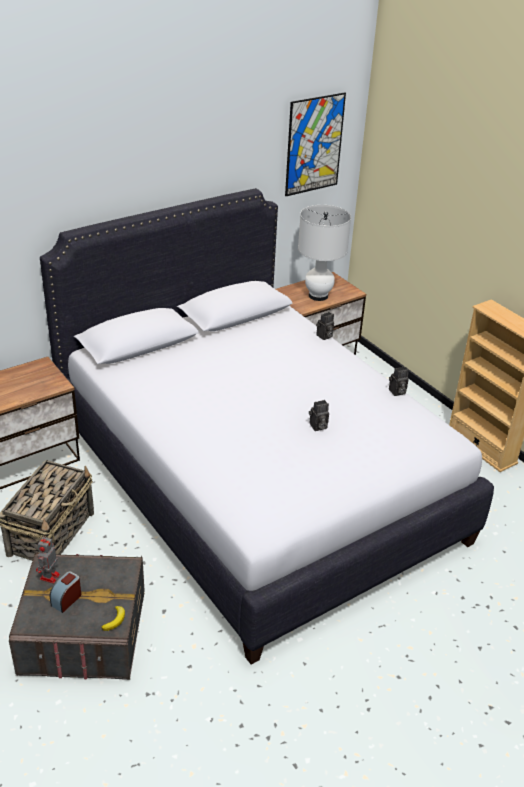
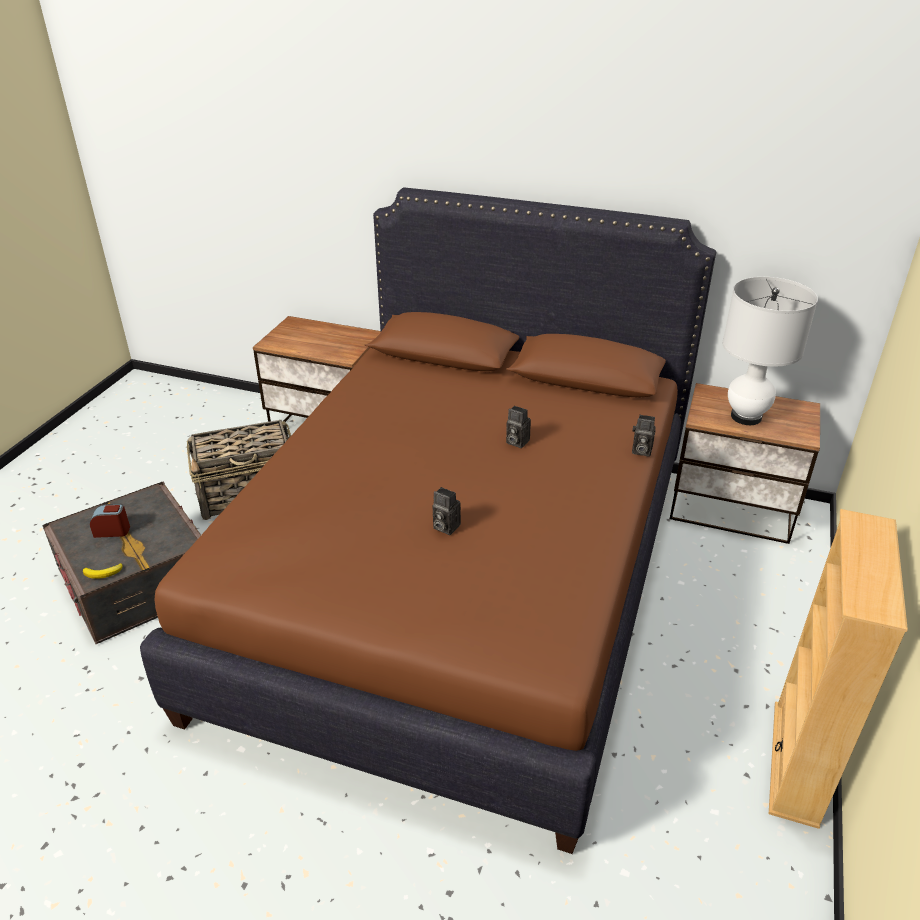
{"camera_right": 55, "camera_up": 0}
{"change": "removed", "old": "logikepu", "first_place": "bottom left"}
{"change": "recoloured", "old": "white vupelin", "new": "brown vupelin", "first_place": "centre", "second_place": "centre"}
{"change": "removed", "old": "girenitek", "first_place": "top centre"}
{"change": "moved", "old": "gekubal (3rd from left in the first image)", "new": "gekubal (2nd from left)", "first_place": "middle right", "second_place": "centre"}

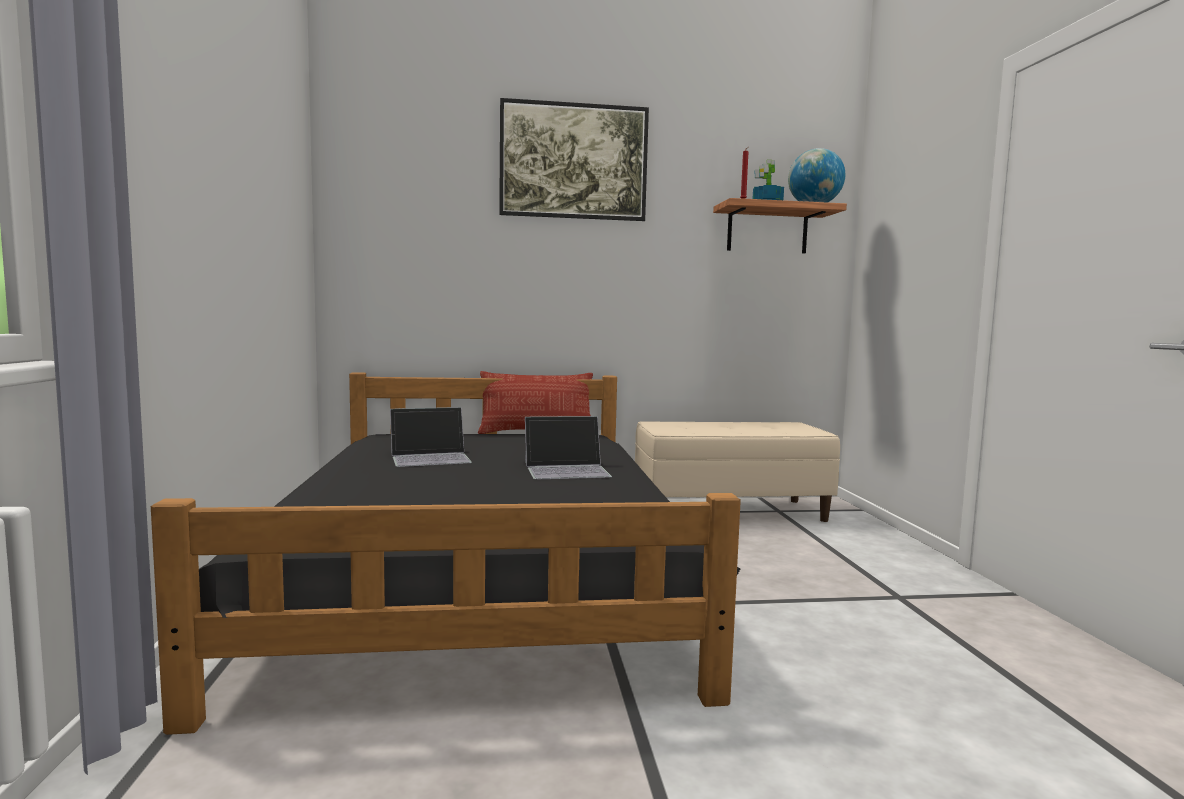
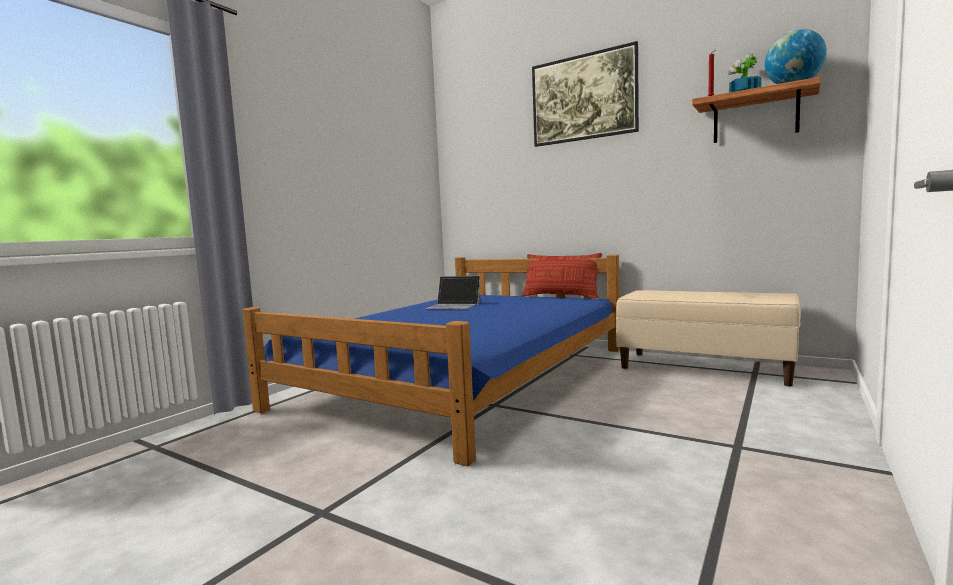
{"camera_right": 40, "camera_up": 0}
{"change": "recoloured", "old": "black vupelin", "new": "blue vupelin", "first_place": "bottom centre", "second_place": "centre"}
{"change": "removed", "old": "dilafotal (2nd from left)", "first_place": "centre"}

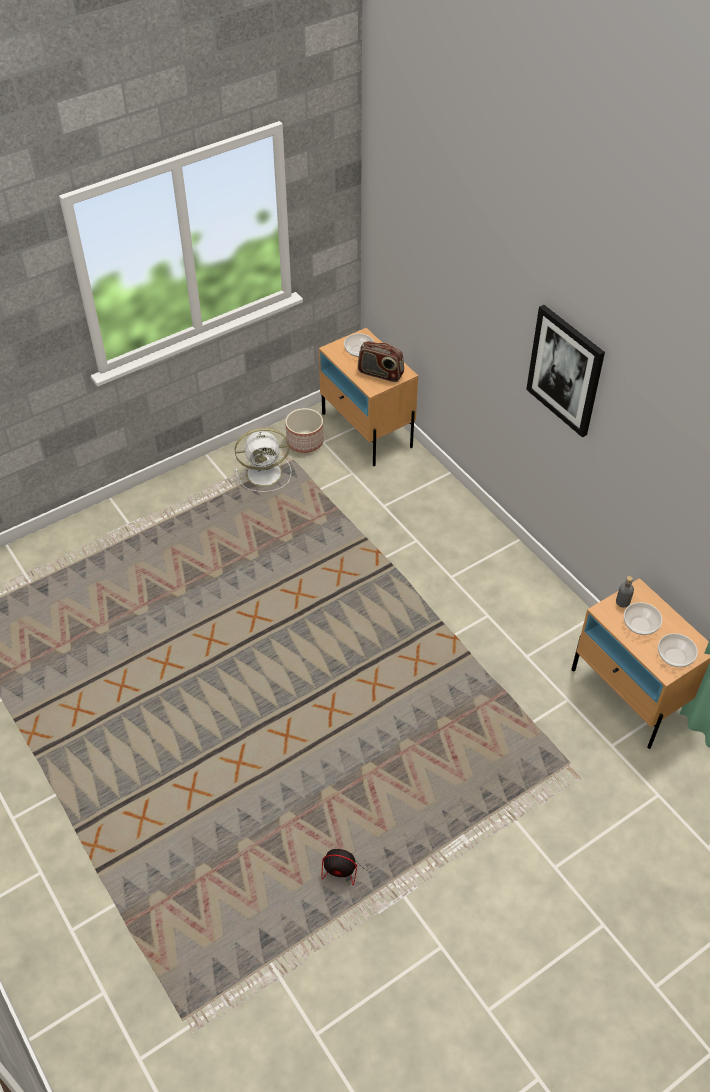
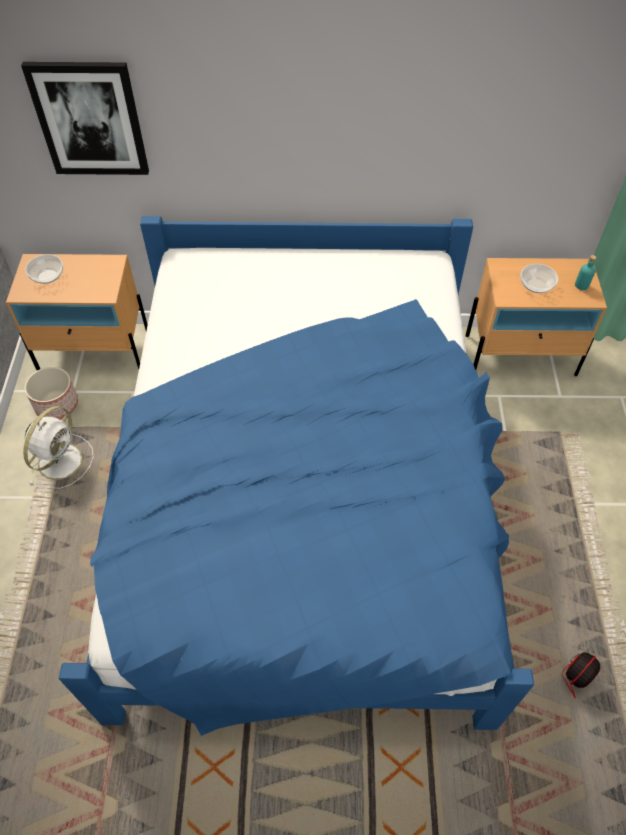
{"camera_right": -55, "camera_up": 5}
{"change": "removed", "old": "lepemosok", "first_place": "top centre"}
{"change": "moved", "old": "girenitek", "first_place": "middle right", "second_place": "top left"}
{"change": "removed", "old": "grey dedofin", "first_place": "middle right"}
{"change": "replaced", "old": "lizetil (3rd from left)", "new": "turquoise dedofin", "first_place": "middle right", "second_place": "top right"}
{"change": "added", "new": "blue vupelin", "second_place": "centre"}

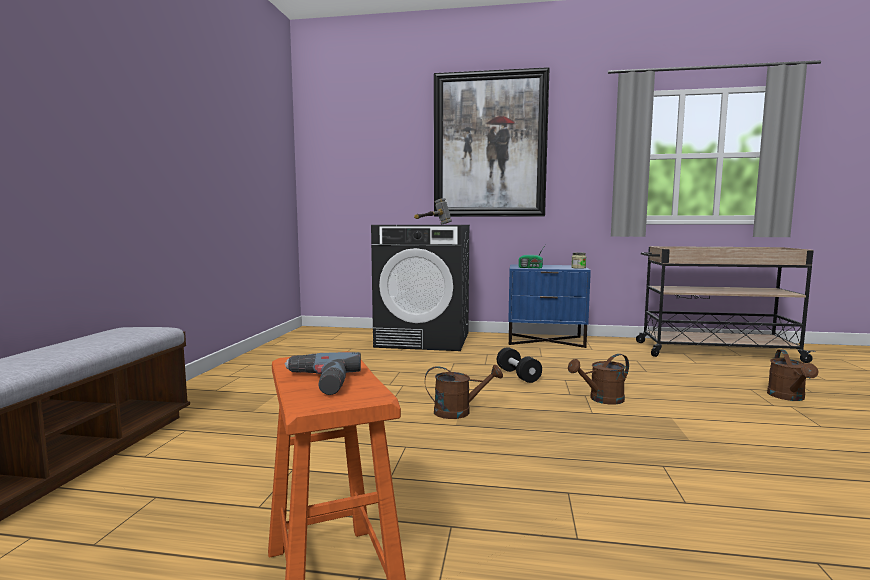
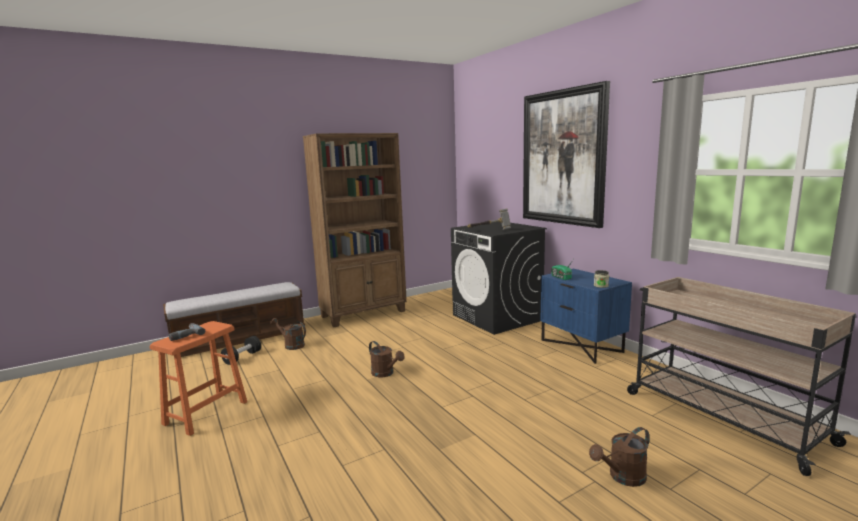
{"camera_right": 50, "camera_up": 5}
{"change": "moved", "old": "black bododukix", "first_place": "centre", "second_place": "bottom left"}
{"change": "moved", "old": "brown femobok (2nd from left in the first image)", "new": "brown femobok (1st from left)", "first_place": "middle right", "second_place": "centre"}
{"change": "added", "new": "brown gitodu", "second_place": "centre"}

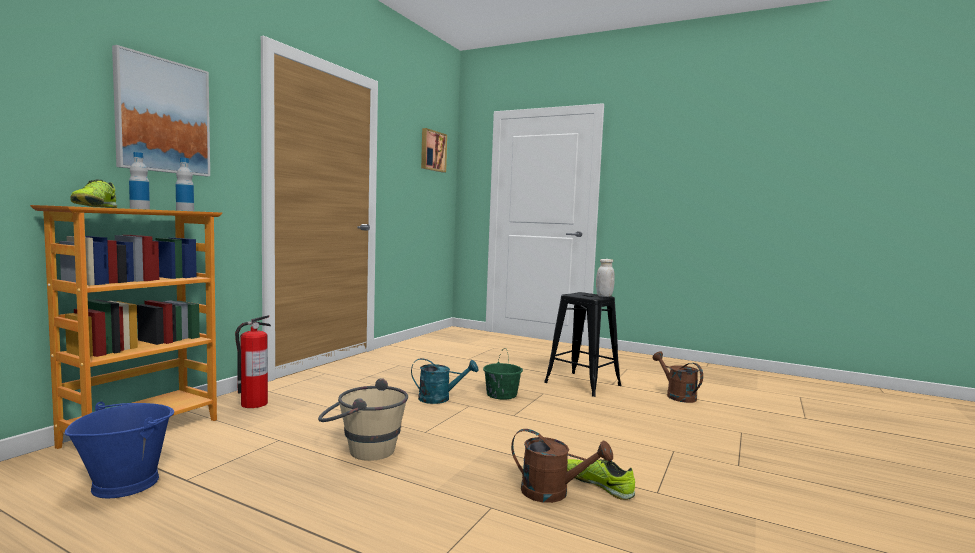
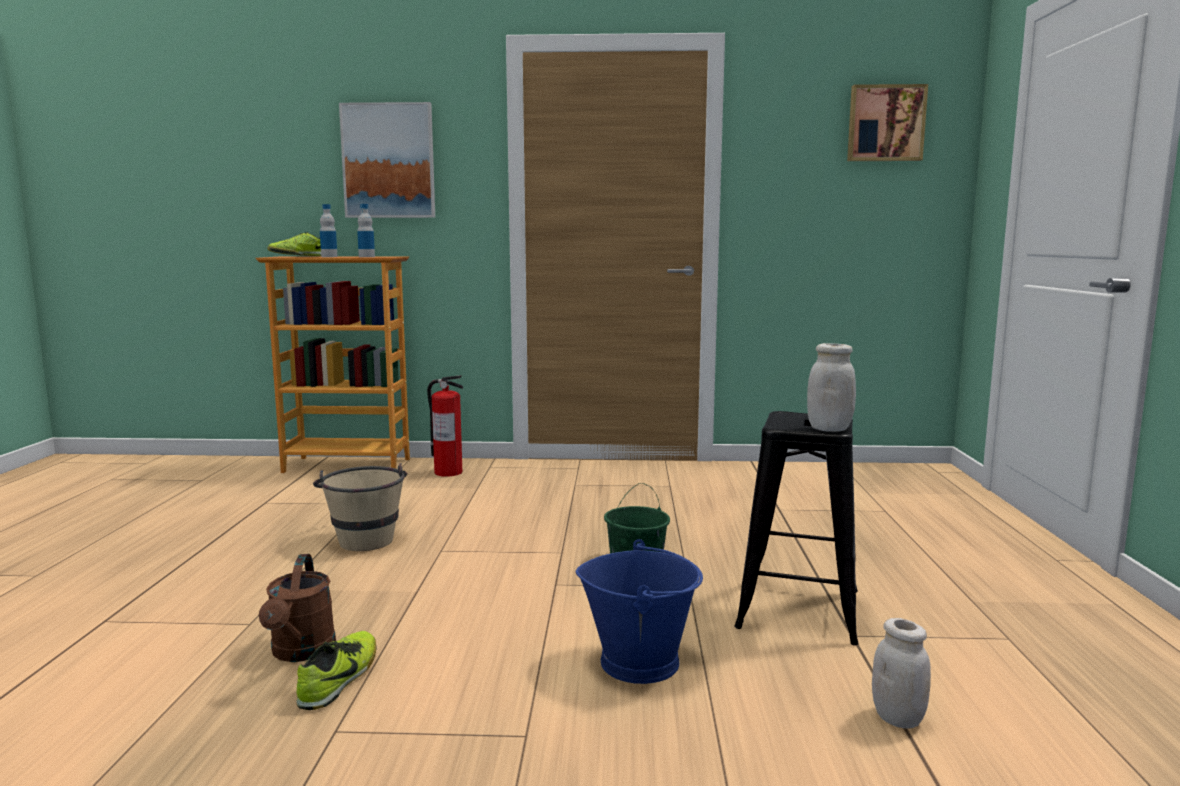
{"camera_right": 65, "camera_up": 5}
{"change": "moved", "old": "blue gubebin", "first_place": "bottom left", "second_place": "bottom centre"}
{"change": "removed", "old": "turquoise femobok", "first_place": "bottom centre"}
{"change": "replaced", "old": "brown femobok (2nd from left)", "new": "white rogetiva (2nd from left)", "first_place": "bottom right", "second_place": "bottom right"}

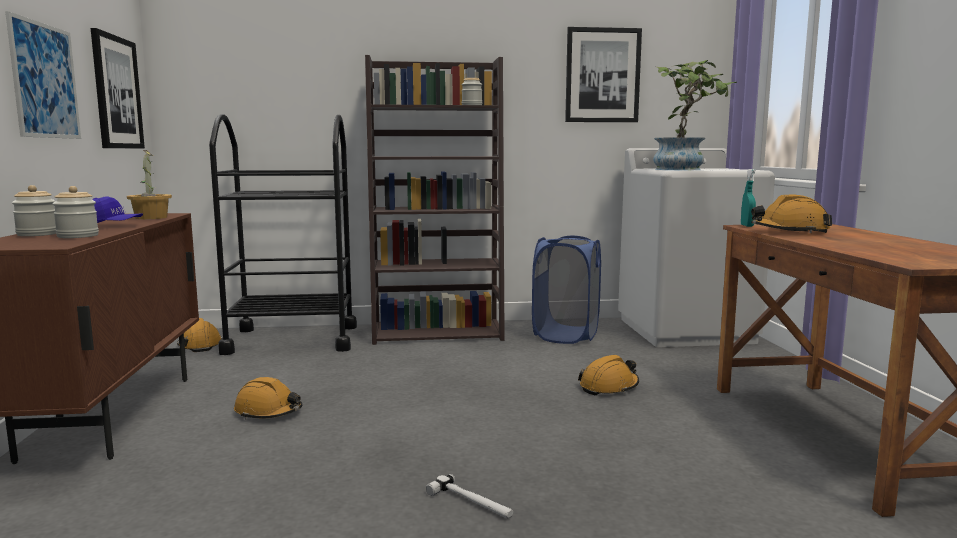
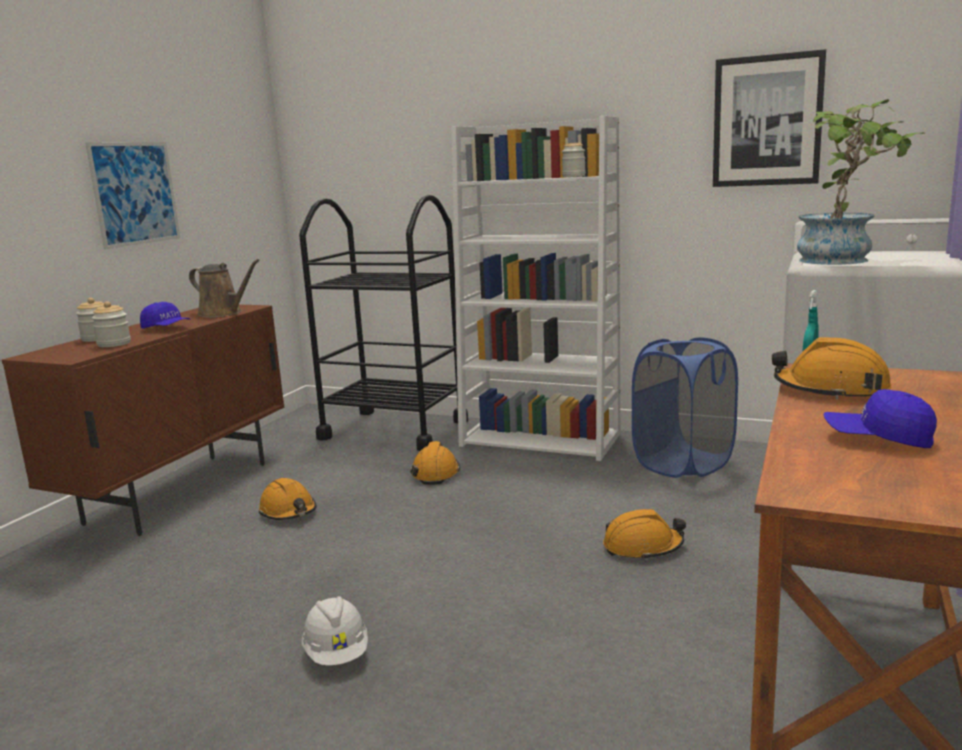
{"camera_right": 30, "camera_up": 5}
{"change": "removed", "old": "girenitek (2nd from left)", "first_place": "top left"}
{"change": "replaced", "old": "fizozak (1st from left)", "new": "brown femobok", "first_place": "middle left", "second_place": "middle left"}
{"change": "moved", "old": "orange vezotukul (1st from left in the first image)", "new": "orange vezotukul (2nd from left)", "first_place": "middle left", "second_place": "centre"}
{"change": "recoloured", "old": "brown gitodu", "new": "white gitodu", "first_place": "centre", "second_place": "centre"}
{"change": "replaced", "old": "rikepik", "new": "white vezotukul", "first_place": "bottom centre", "second_place": "bottom centre"}
{"change": "added", "new": "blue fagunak (2nd from left)", "second_place": "middle right"}

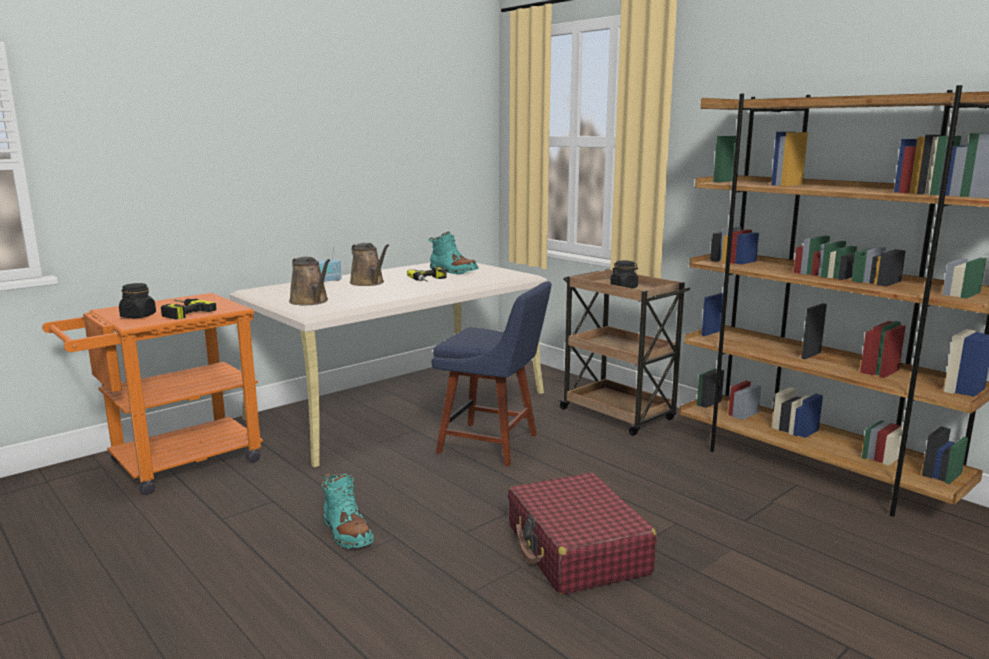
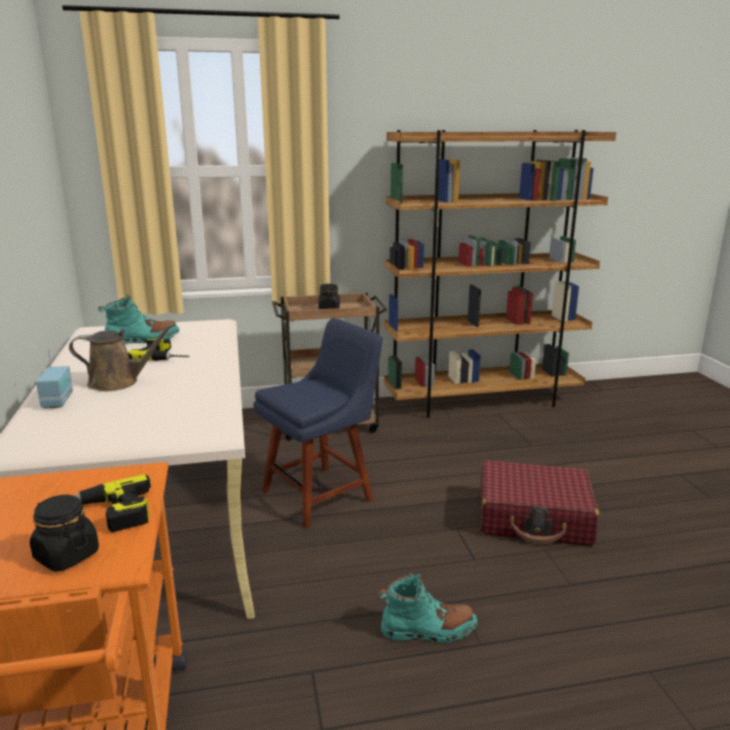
{"camera_right": -60, "camera_up": 5}
{"change": "removed", "old": "brown femobok (1st from left)", "first_place": "middle left"}

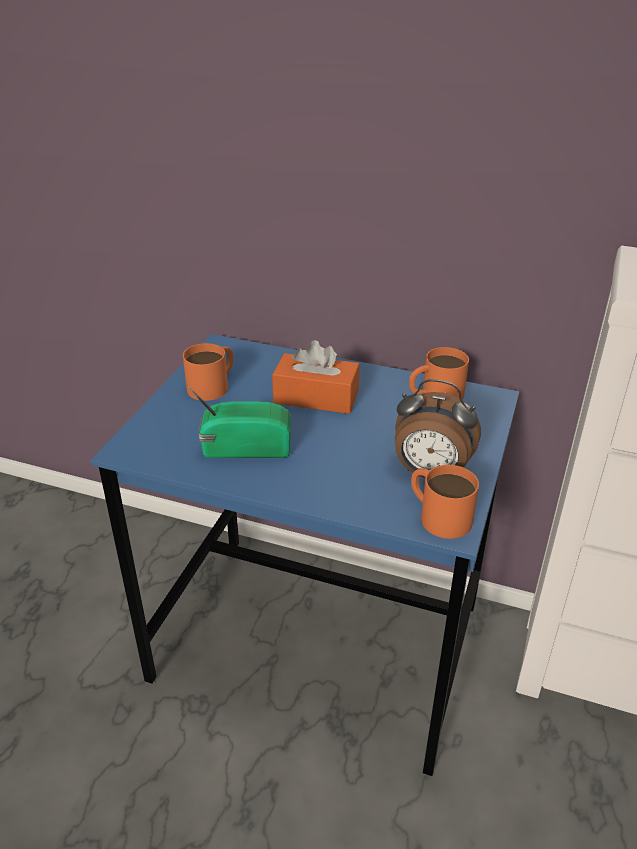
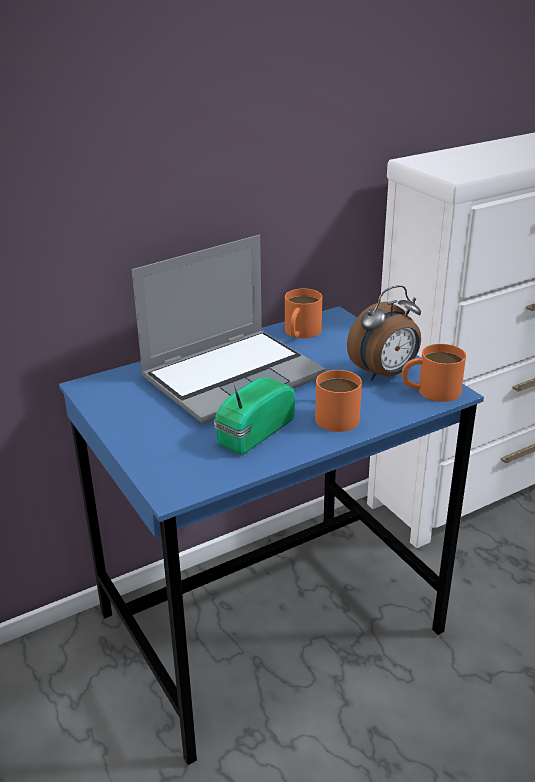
{"camera_right": -50, "camera_up": -5}
{"change": "moved", "old": "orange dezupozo (1st from left in the first image)", "new": "orange dezupozo (2nd from left)", "first_place": "middle left", "second_place": "centre"}
{"change": "replaced", "old": "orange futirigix", "new": "dilafotal", "first_place": "centre", "second_place": "centre"}

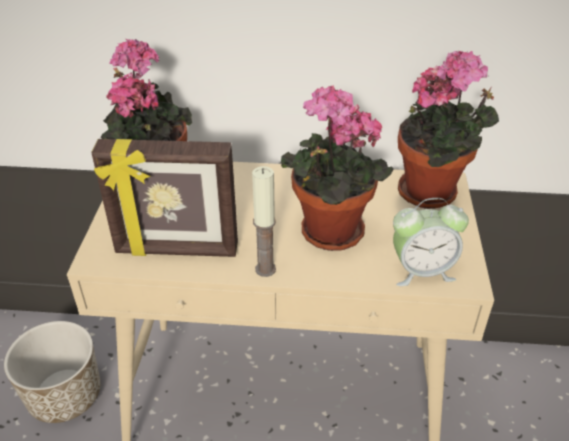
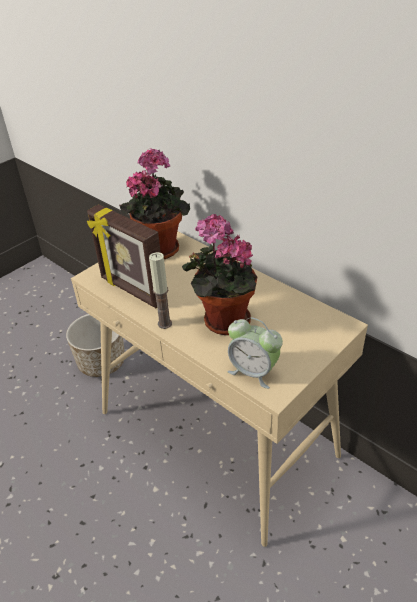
{"camera_right": 40, "camera_up": 0}
{"change": "removed", "old": "fizozak (3rd from left)", "first_place": "top right"}

